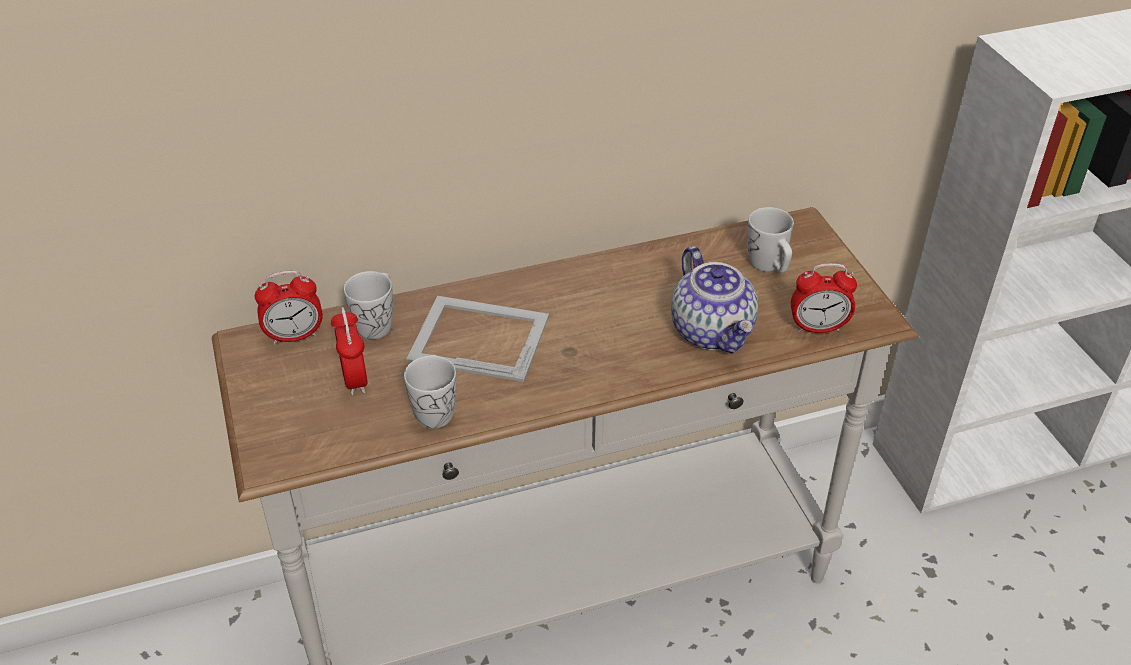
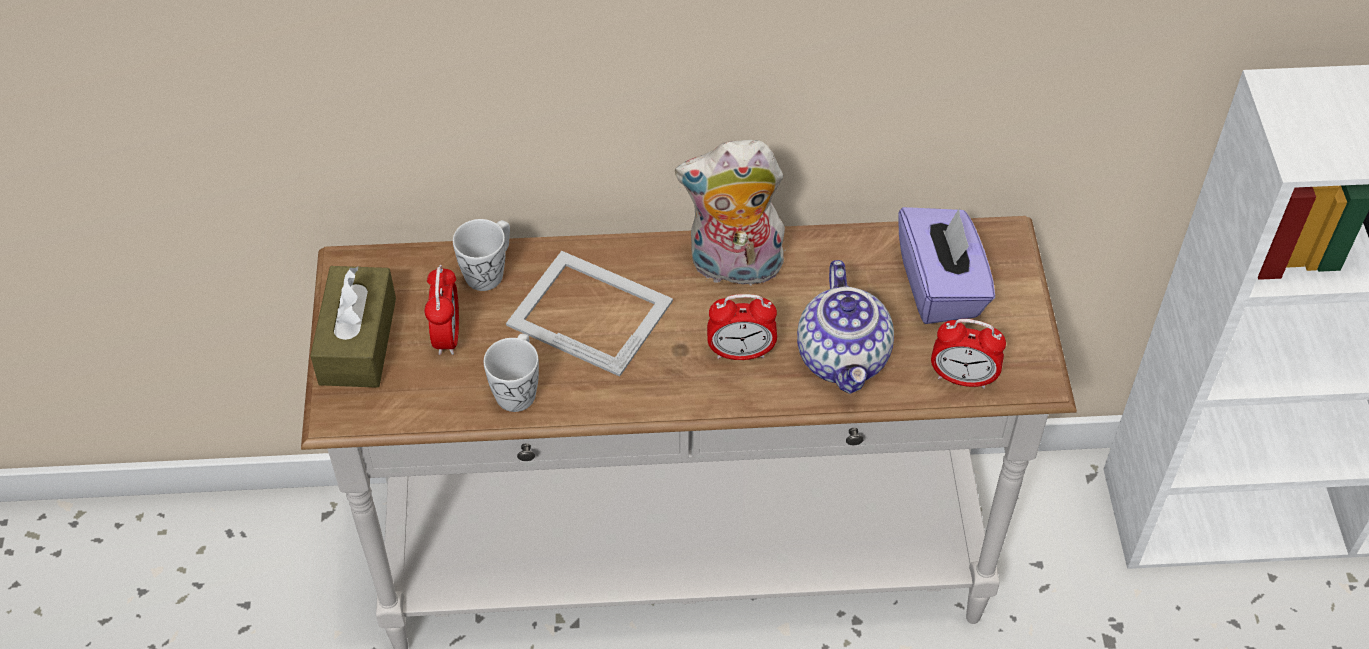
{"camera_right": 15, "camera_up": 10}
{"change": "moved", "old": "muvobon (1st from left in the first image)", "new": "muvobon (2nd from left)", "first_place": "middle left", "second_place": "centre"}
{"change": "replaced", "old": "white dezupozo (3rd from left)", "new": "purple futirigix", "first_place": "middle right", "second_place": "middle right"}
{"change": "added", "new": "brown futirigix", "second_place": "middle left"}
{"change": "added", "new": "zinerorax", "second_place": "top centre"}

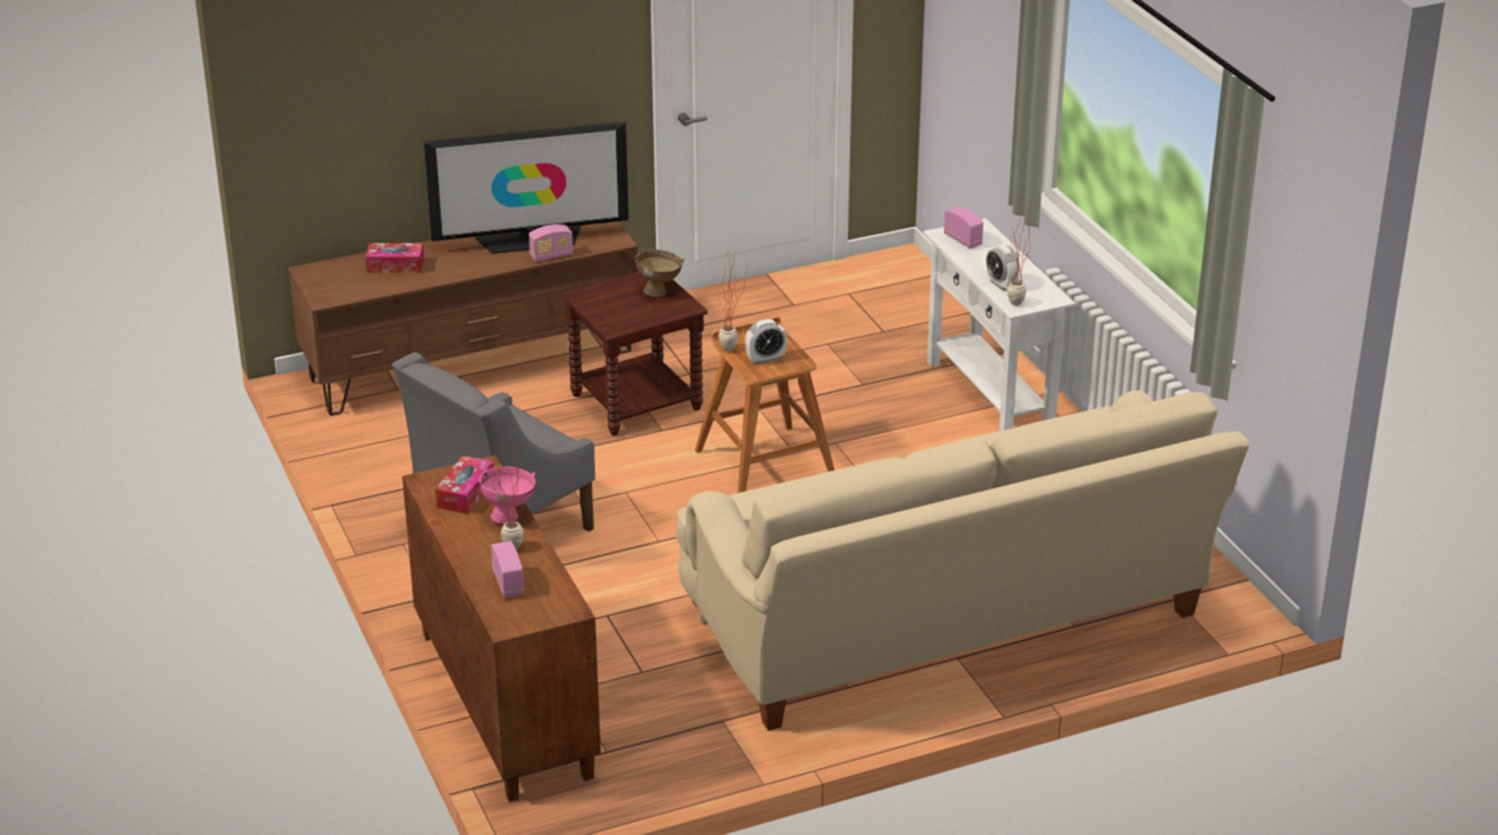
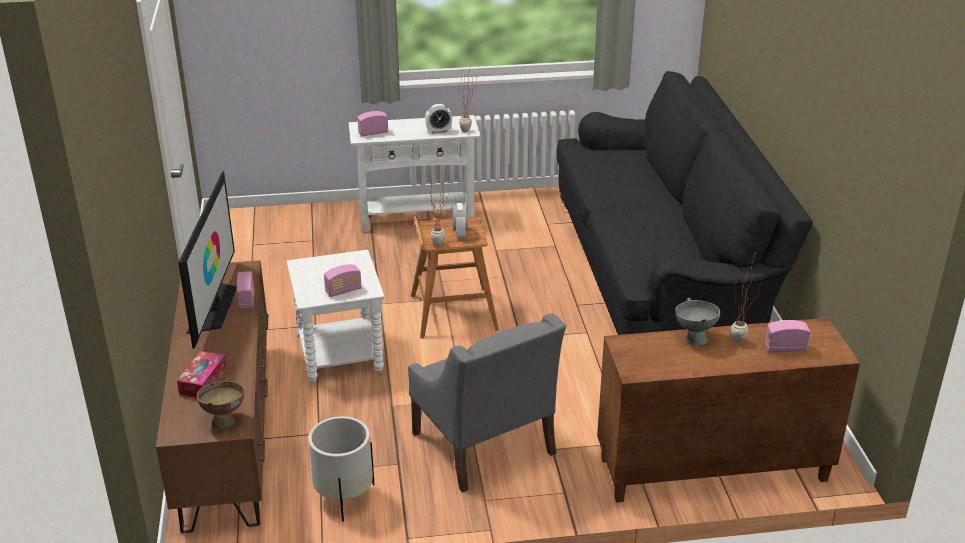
{"camera_right": -75, "camera_up": 0}
{"change": "removed", "old": "futirigix (2nd from left)", "first_place": "middle left"}
{"change": "recoloured", "old": "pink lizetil", "new": "grey lizetil", "first_place": "centre", "second_place": "middle right"}
{"change": "recoloured", "old": "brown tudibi", "new": "white tudibi", "first_place": "centre", "second_place": "centre"}
{"change": "moved", "old": "brown lizetil", "first_place": "top centre", "second_place": "bottom left"}
{"change": "recoloured", "old": "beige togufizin", "new": "black togufizin", "first_place": "bottom centre", "second_place": "middle right"}
{"change": "added", "new": "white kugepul", "second_place": "bottom centre"}
{"change": "added", "new": "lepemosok (2nd from left)", "second_place": "centre"}

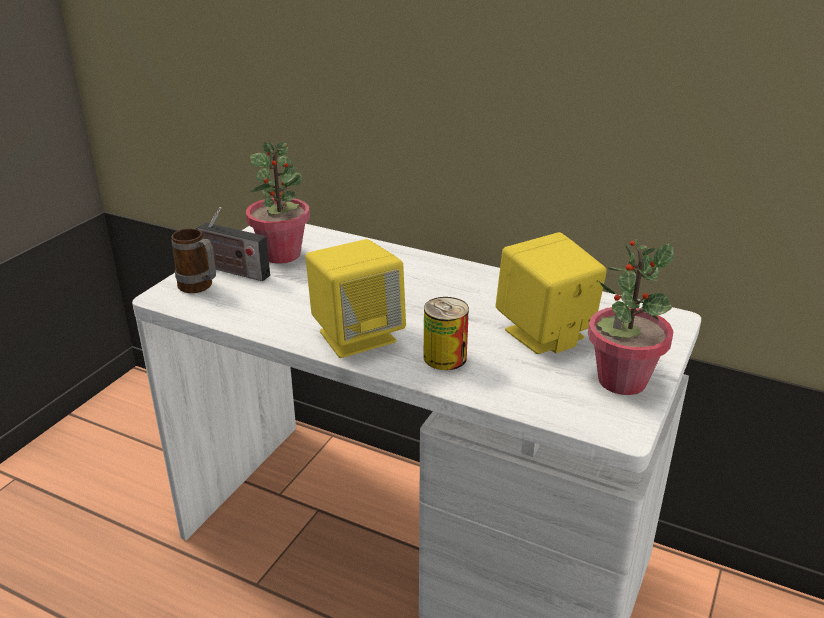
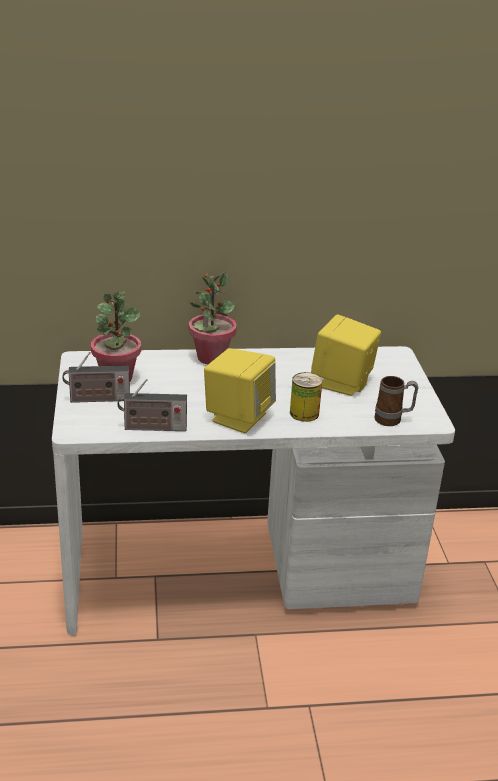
{"camera_right": -35, "camera_up": 0}
{"change": "moved", "old": "dezupozo", "first_place": "middle left", "second_place": "middle right"}
{"change": "moved", "old": "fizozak (2nd from left)", "first_place": "middle right", "second_place": "centre"}
{"change": "added", "new": "lepemosok (2nd from left)", "second_place": "middle left"}

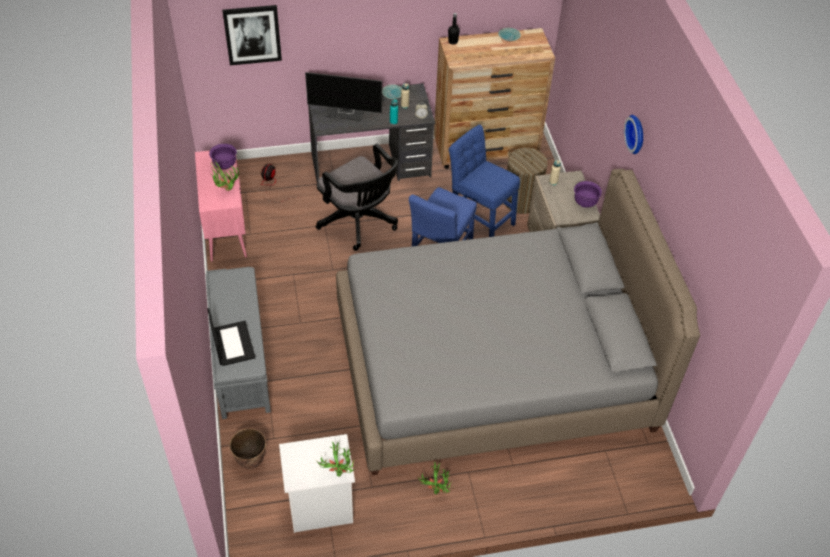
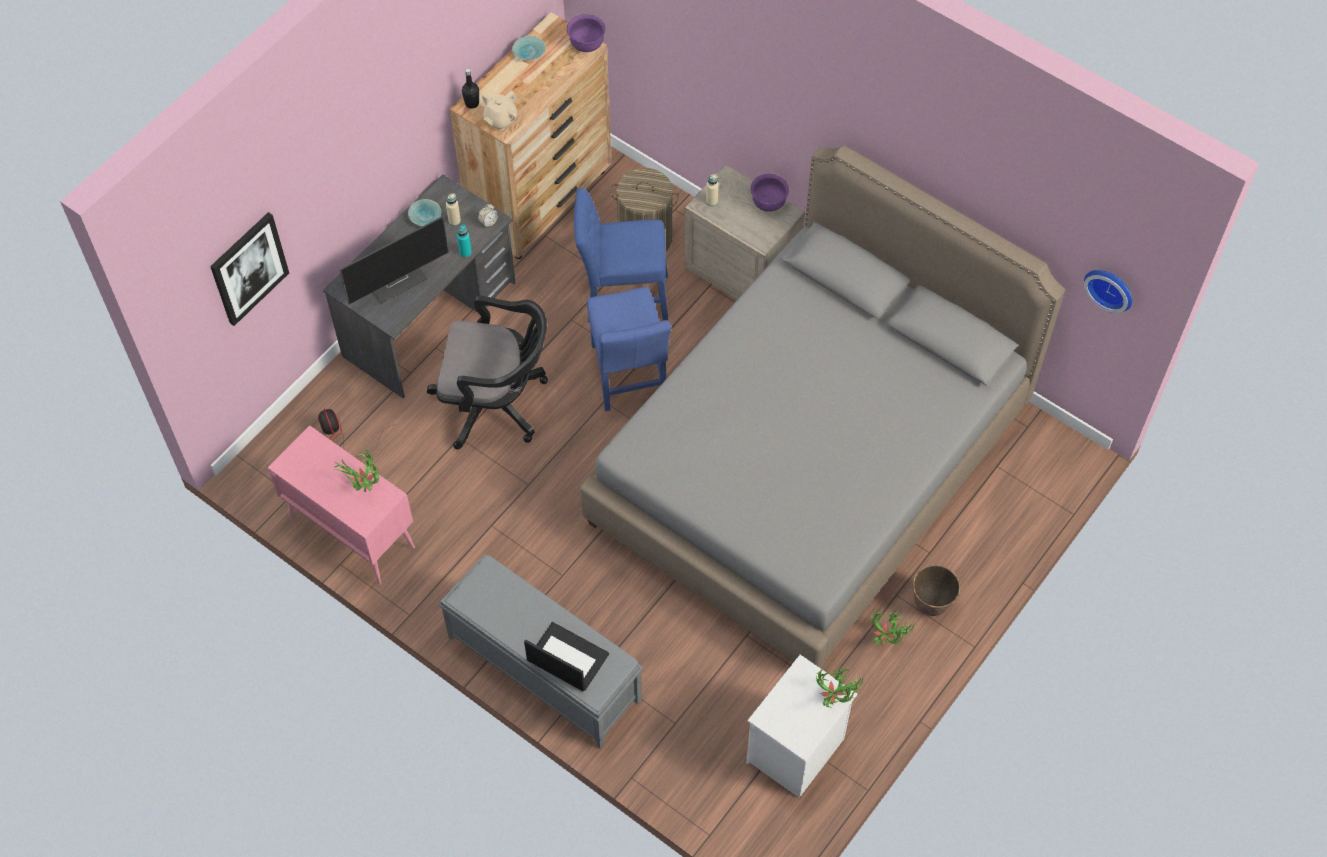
{"camera_right": -40, "camera_up": 10}
{"change": "moved", "old": "purple lizetil (1st from left)", "first_place": "top left", "second_place": "top centre"}
{"change": "moved", "old": "kugepul", "first_place": "bottom left", "second_place": "bottom right"}
{"change": "moved", "old": "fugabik", "first_place": "top right", "second_place": "middle right"}
{"change": "added", "new": "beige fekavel", "second_place": "top centre"}

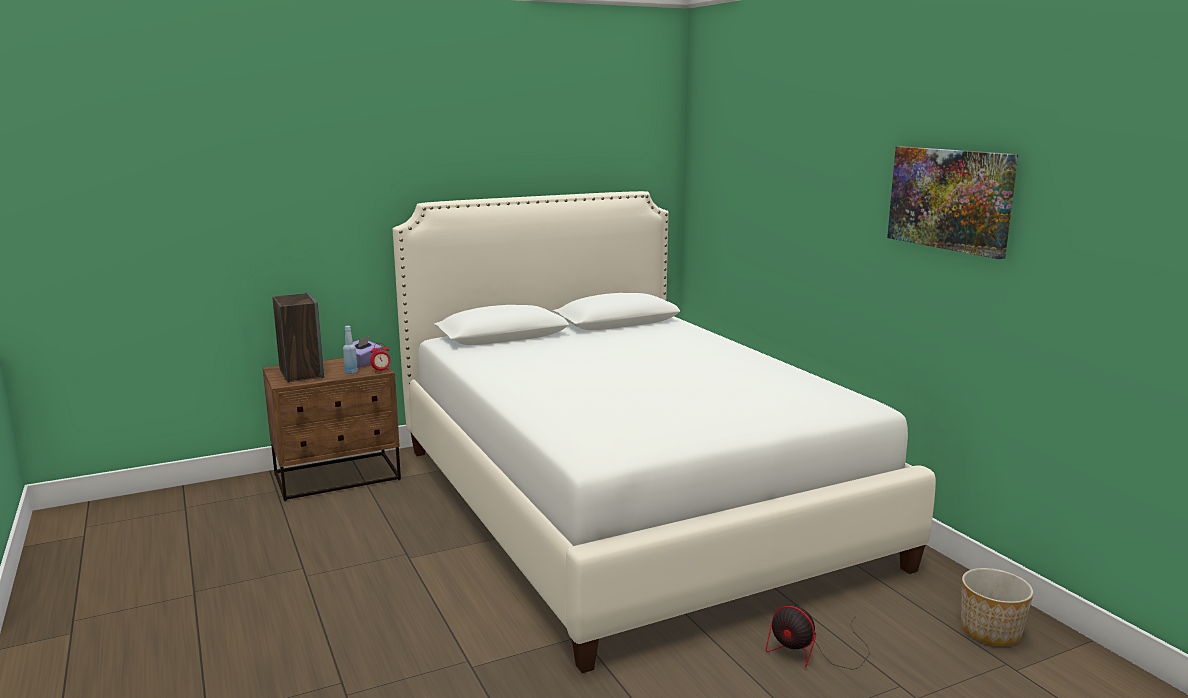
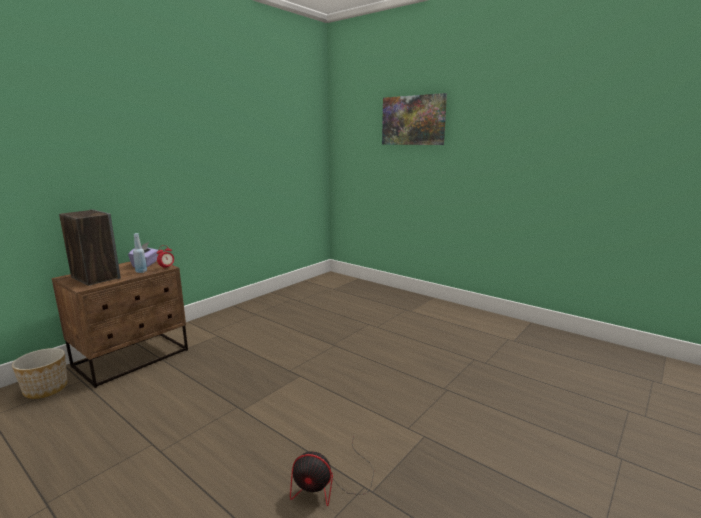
{"camera_right": -25, "camera_up": 0}
{"change": "removed", "old": "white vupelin", "first_place": "centre"}
{"change": "moved", "old": "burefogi", "first_place": "bottom right", "second_place": "bottom centre"}
{"change": "moved", "old": "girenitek", "first_place": "top right", "second_place": "top centre"}
{"change": "moved", "old": "kugepul", "first_place": "bottom right", "second_place": "bottom left"}

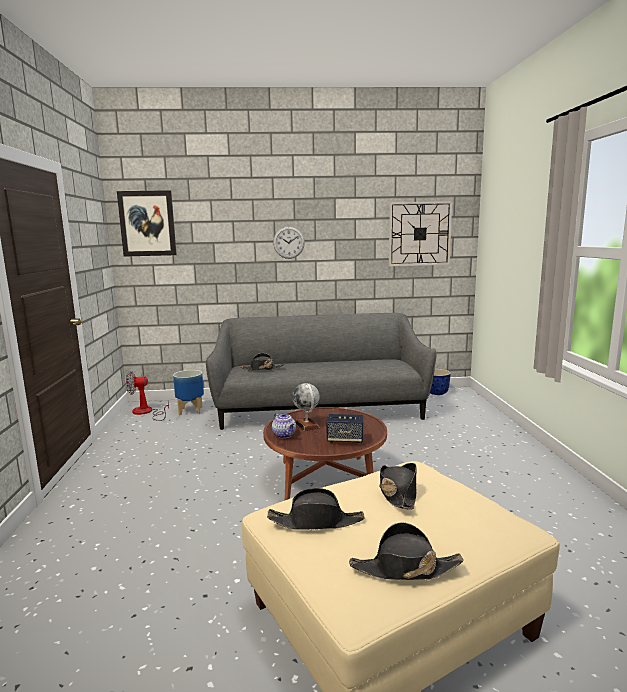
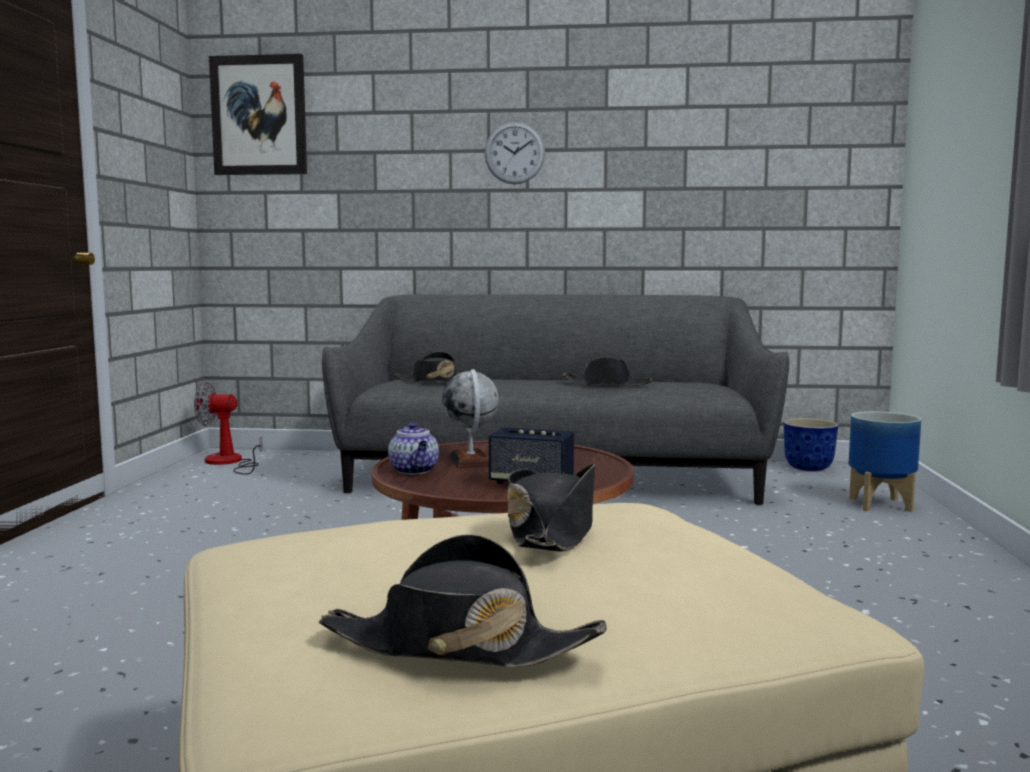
{"camera_right": 10, "camera_up": -5}
{"change": "moved", "old": "kugepul (1st from left in the first image)", "new": "kugepul (2nd from left)", "first_place": "middle left", "second_place": "middle right"}
{"change": "moved", "old": "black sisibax (2nd from left in the first image)", "new": "black sisibax (4th from left)", "first_place": "bottom centre", "second_place": "centre"}
{"change": "removed", "old": "fugabik (2nd from left)", "first_place": "middle right"}

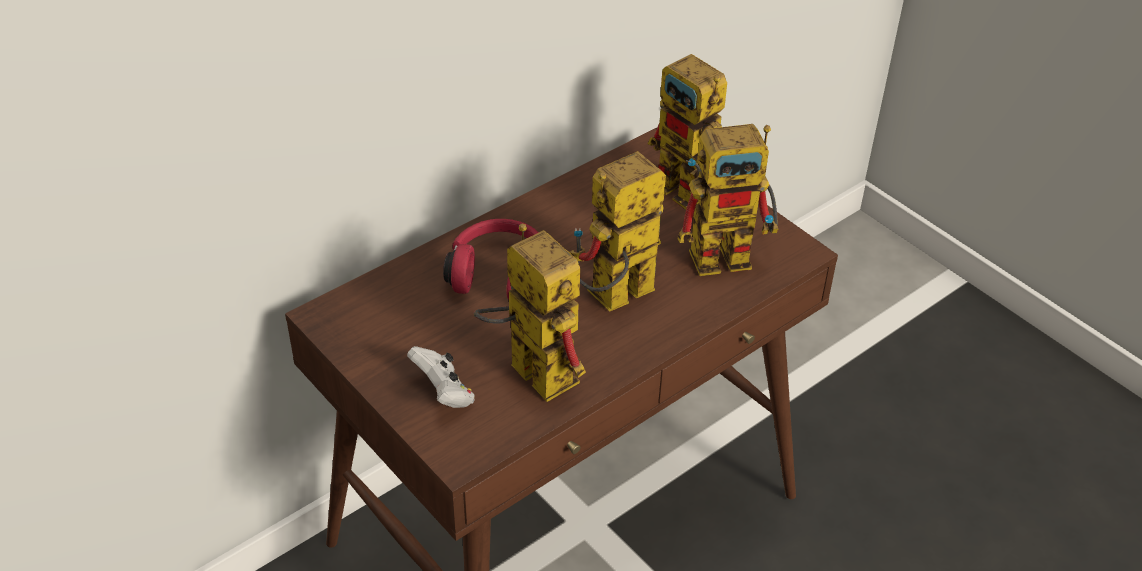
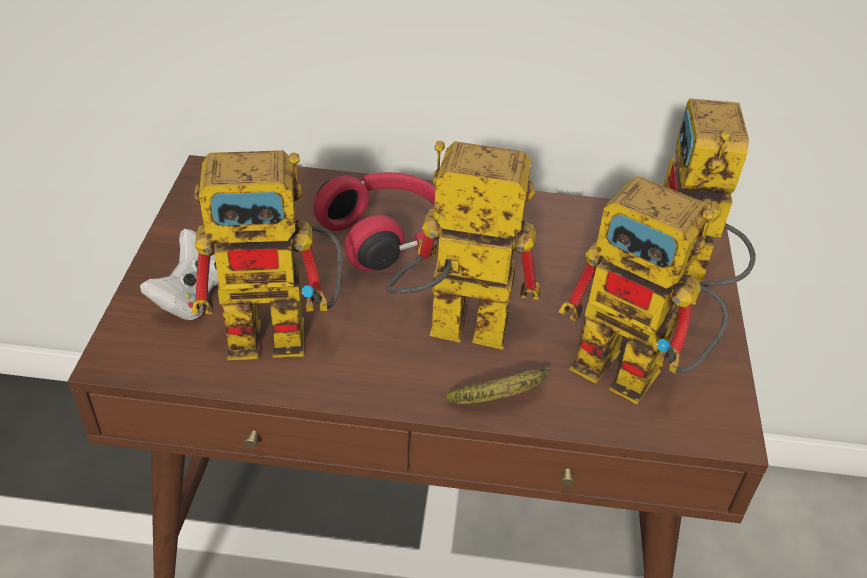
{"camera_right": 45, "camera_up": 0}
{"change": "turned", "old": "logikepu (1st from left)", "first_place": "centre", "second_place": "middle left", "degrees": 75}
{"change": "added", "new": "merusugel", "second_place": "centre"}

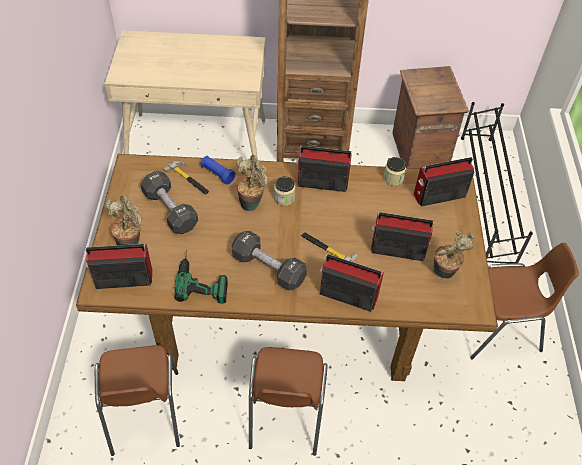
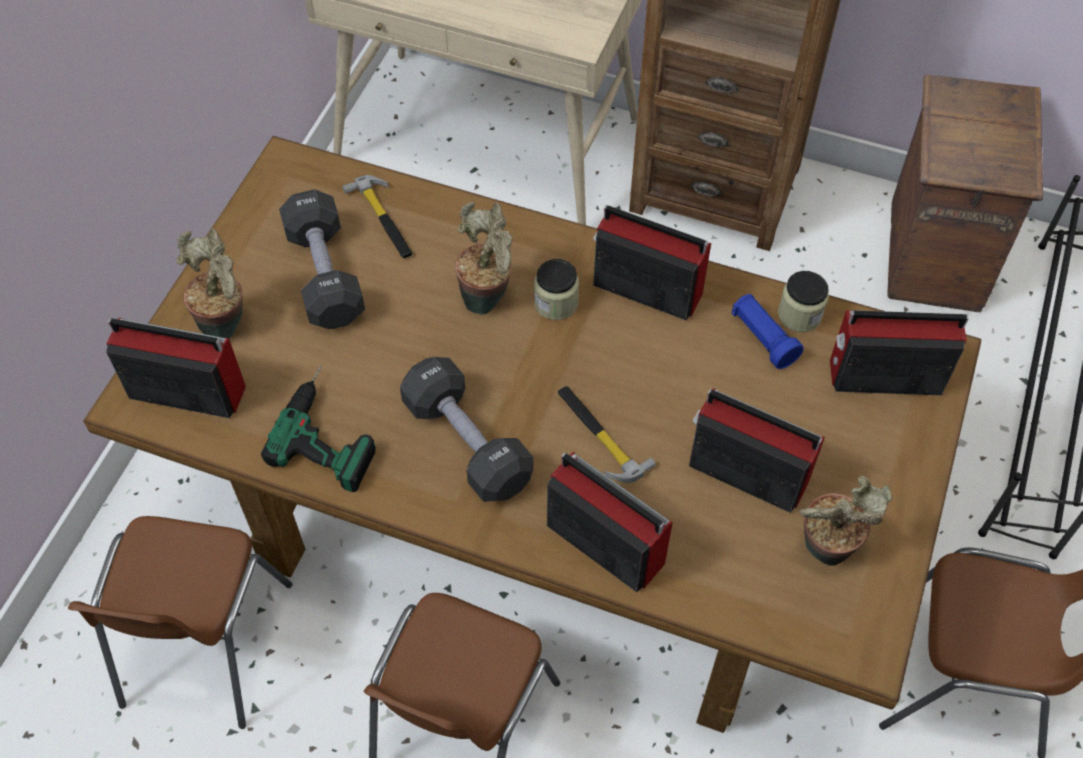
{"camera_right": 20, "camera_up": 5}
{"change": "moved", "old": "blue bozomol", "first_place": "centre", "second_place": "middle right"}

